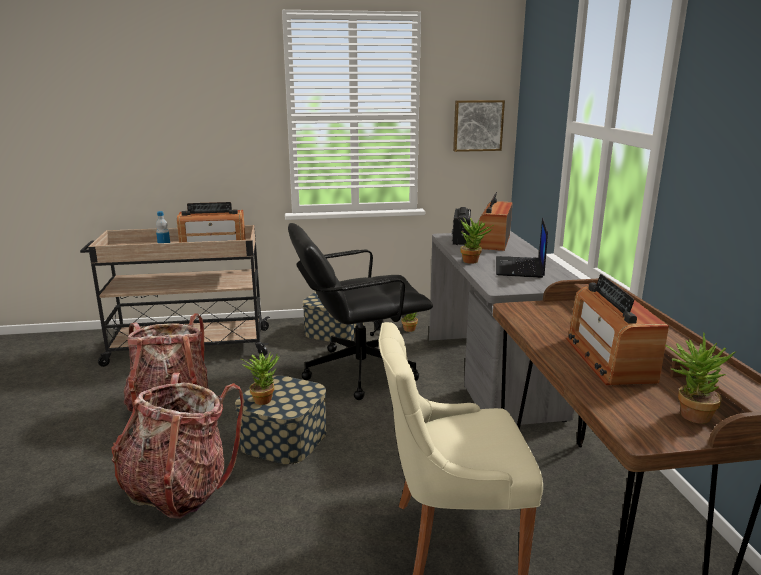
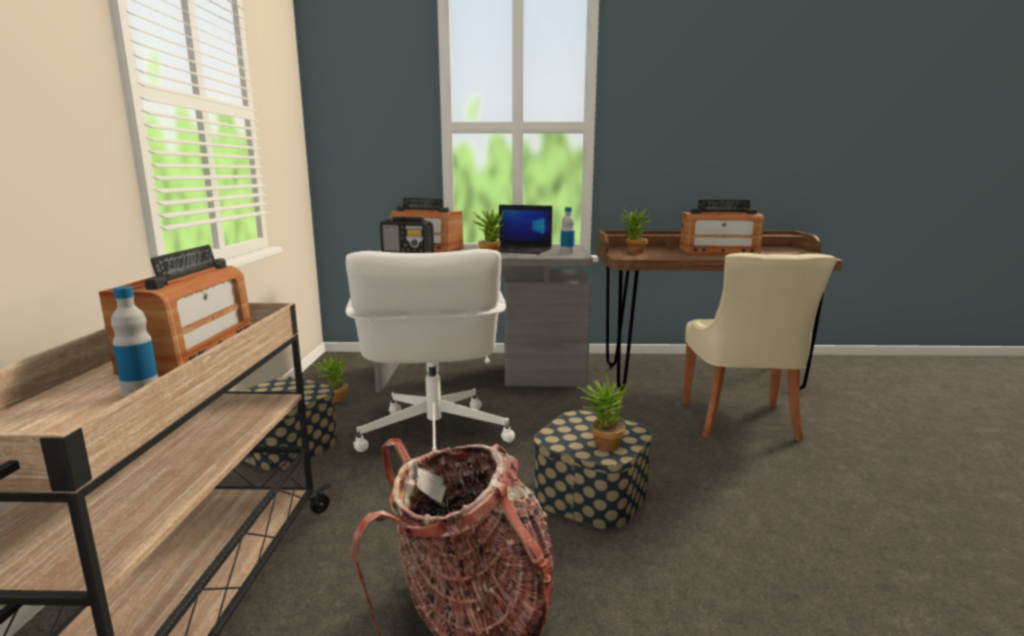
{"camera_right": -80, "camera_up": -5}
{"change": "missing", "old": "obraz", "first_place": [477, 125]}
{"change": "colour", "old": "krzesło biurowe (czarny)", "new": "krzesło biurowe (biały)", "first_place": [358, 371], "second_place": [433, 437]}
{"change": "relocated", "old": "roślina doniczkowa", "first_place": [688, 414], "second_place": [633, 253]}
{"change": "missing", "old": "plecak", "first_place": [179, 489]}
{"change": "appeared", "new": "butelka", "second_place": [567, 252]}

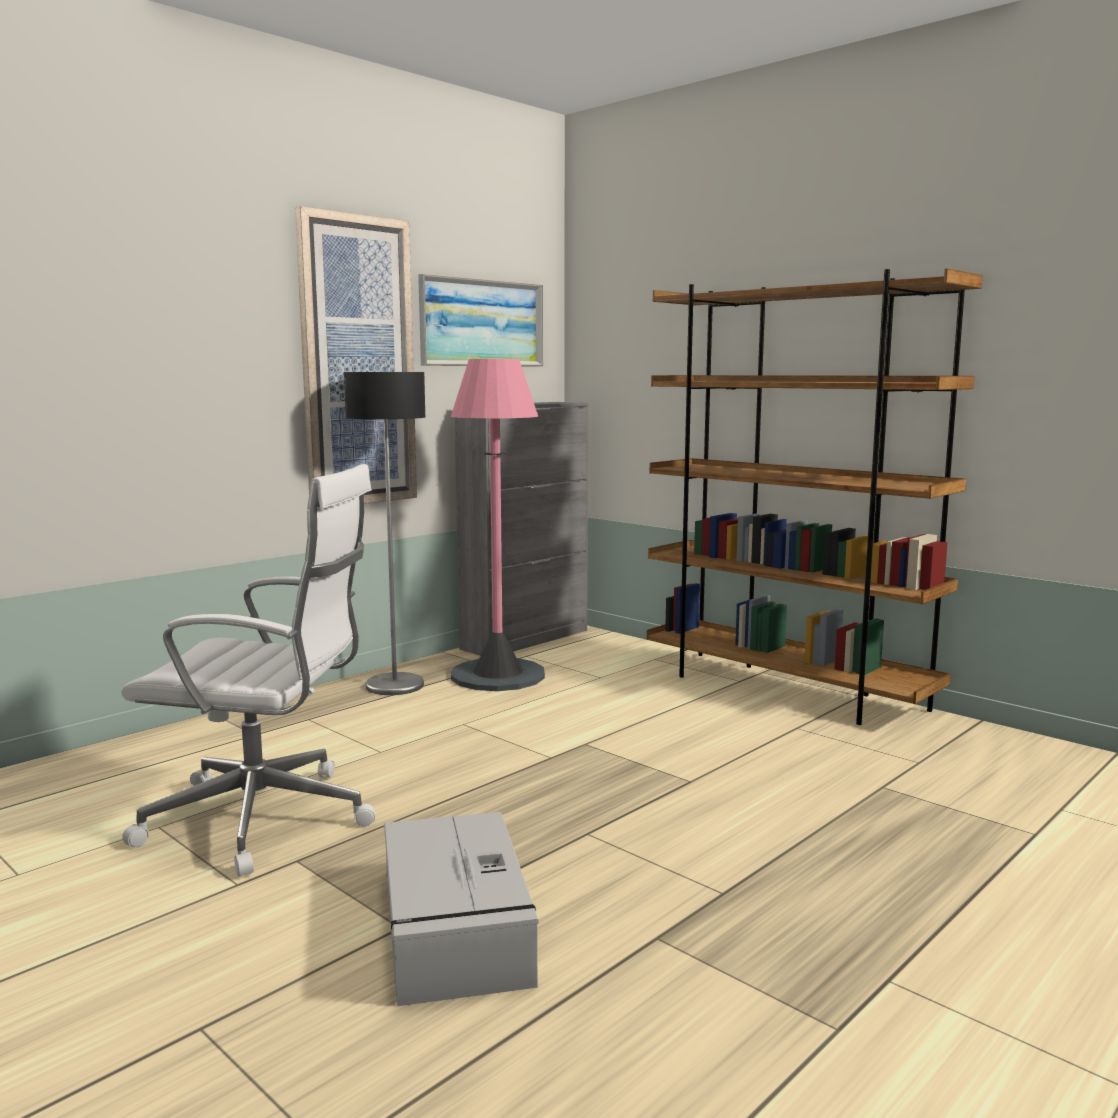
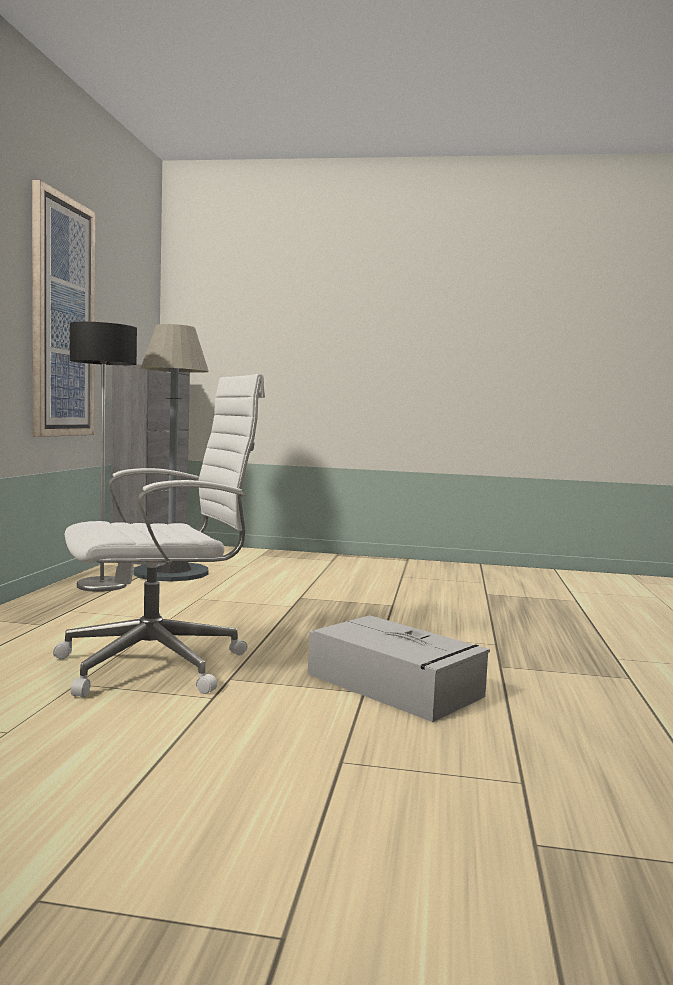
{"camera_right": -35, "camera_up": -5}
{"change": "missing", "old": "regał (brązowy)", "first_place": [786, 689]}
{"change": "missing", "old": "obraz", "first_place": [482, 323]}
{"change": "colour", "old": "lampa stojąca (różowy)", "new": "lampa stojąca (szary)", "first_place": [498, 675], "second_place": [171, 572]}

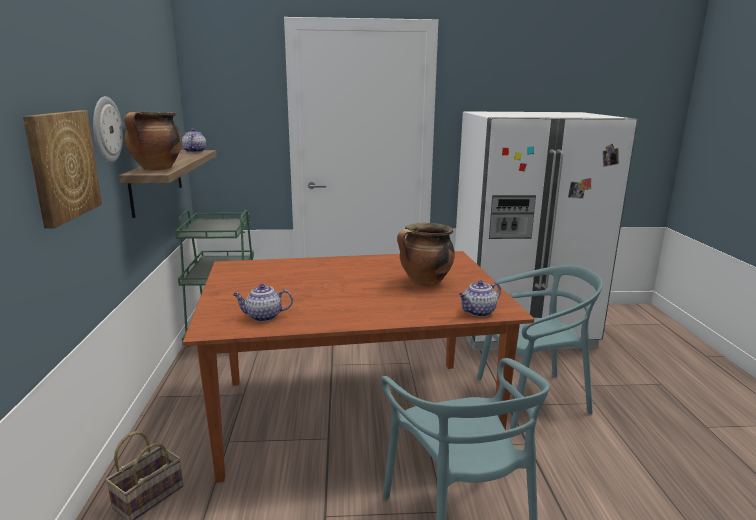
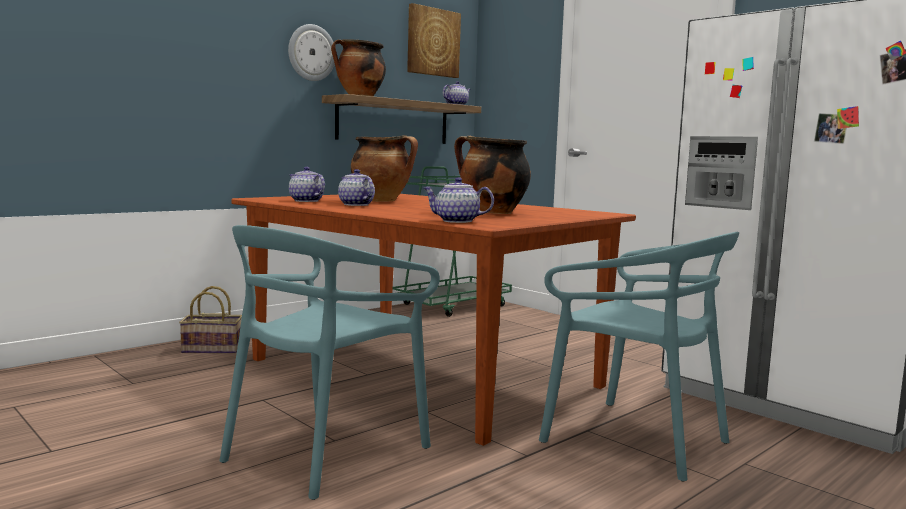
{"camera_right": 50, "camera_up": -10}
{"change": "relocated", "old": "obraz", "first_place": [62, 165], "second_place": [432, 42]}
{"change": "appeared", "new": "garnek", "second_place": [382, 201]}
{"change": "appeared", "new": "imbryk", "second_place": [355, 205]}

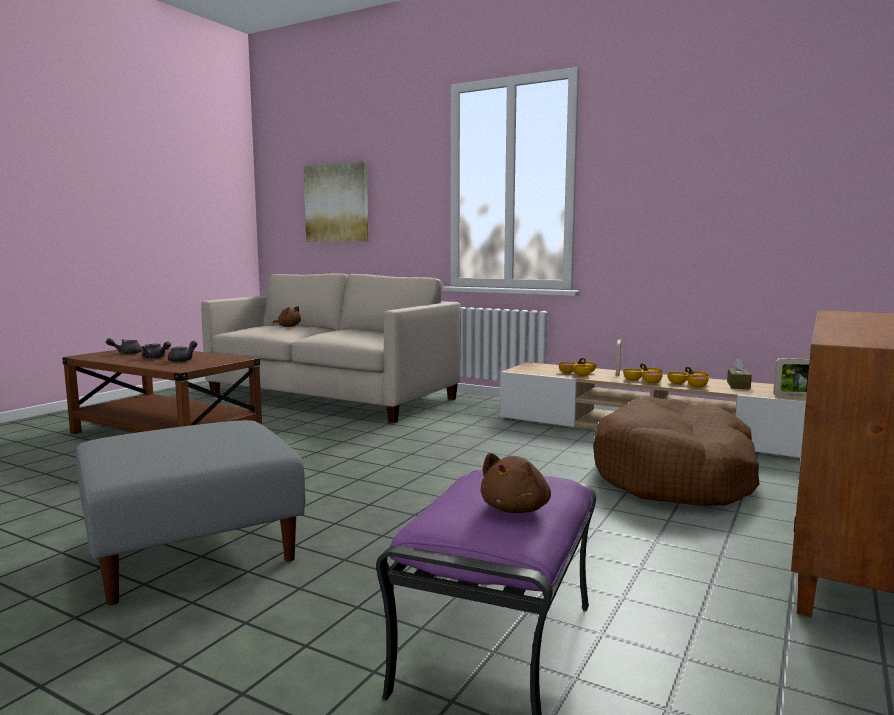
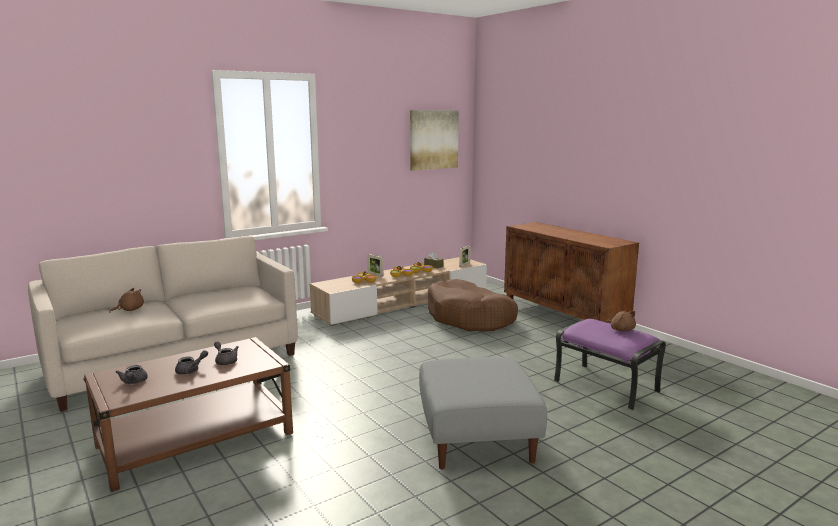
{"camera_right": -65, "camera_up": 5}
{"change": "relocated", "old": "obraz", "first_place": [337, 203], "second_place": [433, 139]}

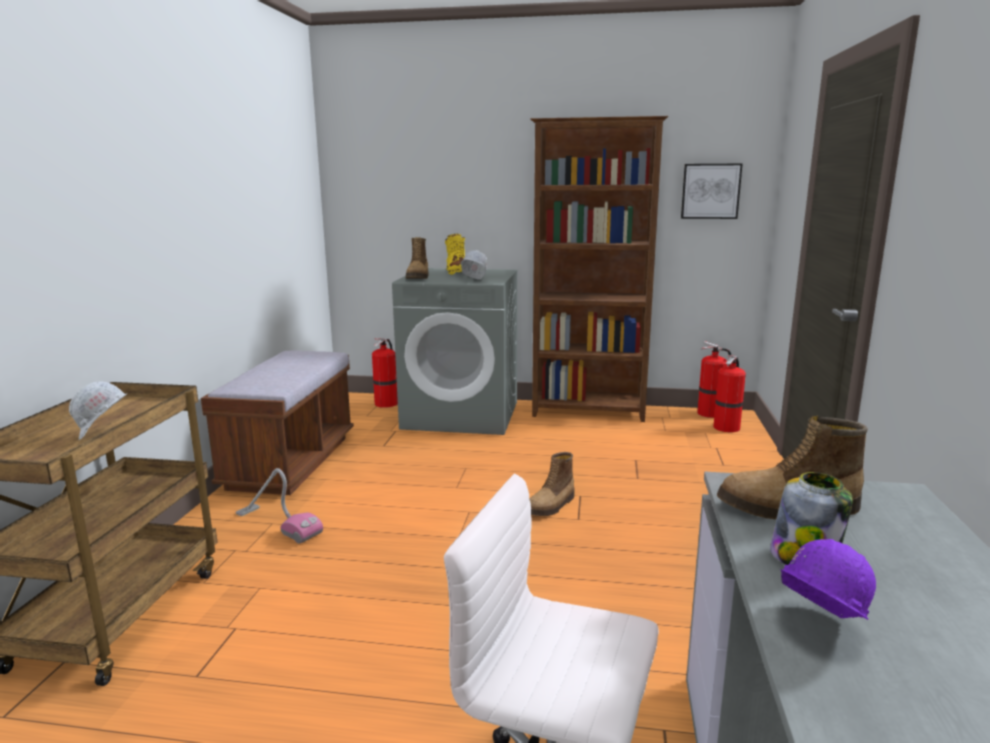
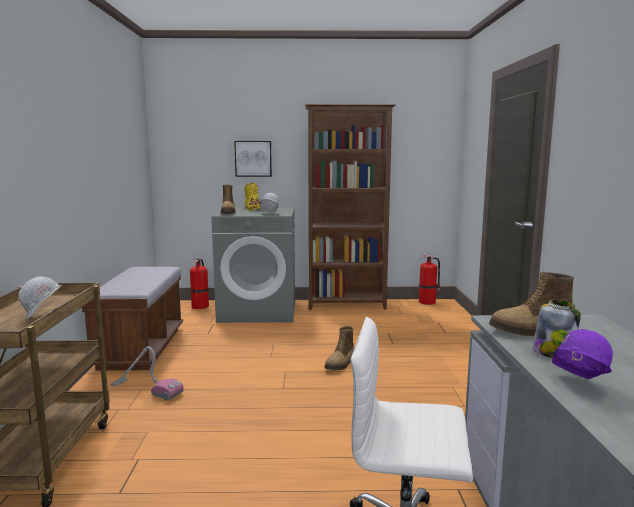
{"camera_right": -10, "camera_up": -5}
{"change": "relocated", "old": "obraz", "first_place": [710, 191], "second_place": [253, 158]}
{"change": "missing", "old": "gaśnica", "first_place": [727, 427]}

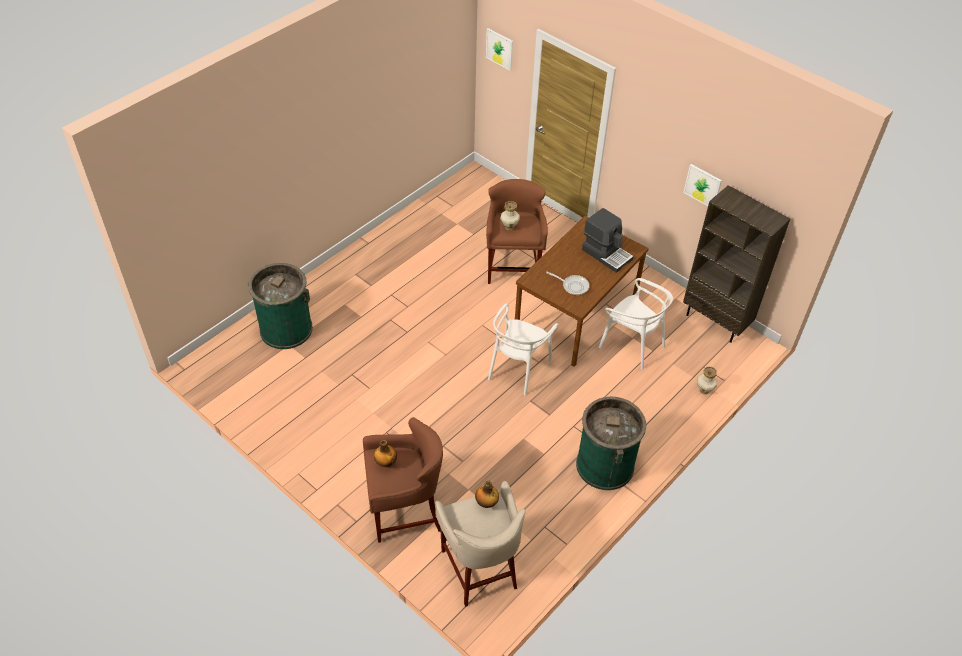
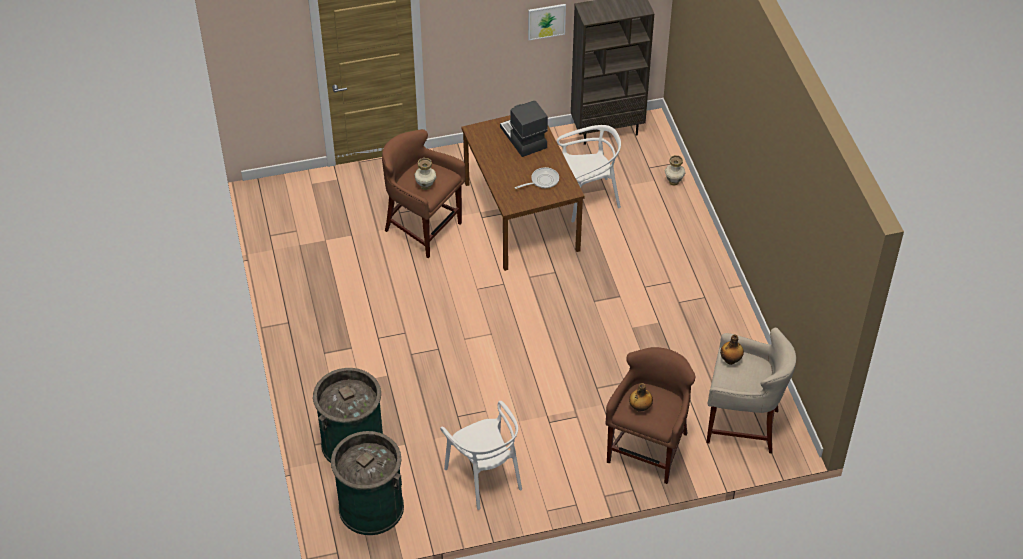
{"camera_right": -55, "camera_up": 0}
{"change": "missing", "old": "obraz", "first_place": [499, 49]}
{"change": "spun", "old": "ekspres do kawy", "first_place": [607, 254], "second_place": [523, 138], "degrees": -105}
{"change": "relocated", "old": "krzesło (biały)", "first_place": [518, 369], "second_place": [484, 476]}
{"change": "relocated", "old": "kosz na śmieci (zielony)", "first_place": [605, 465], "second_place": [371, 507]}

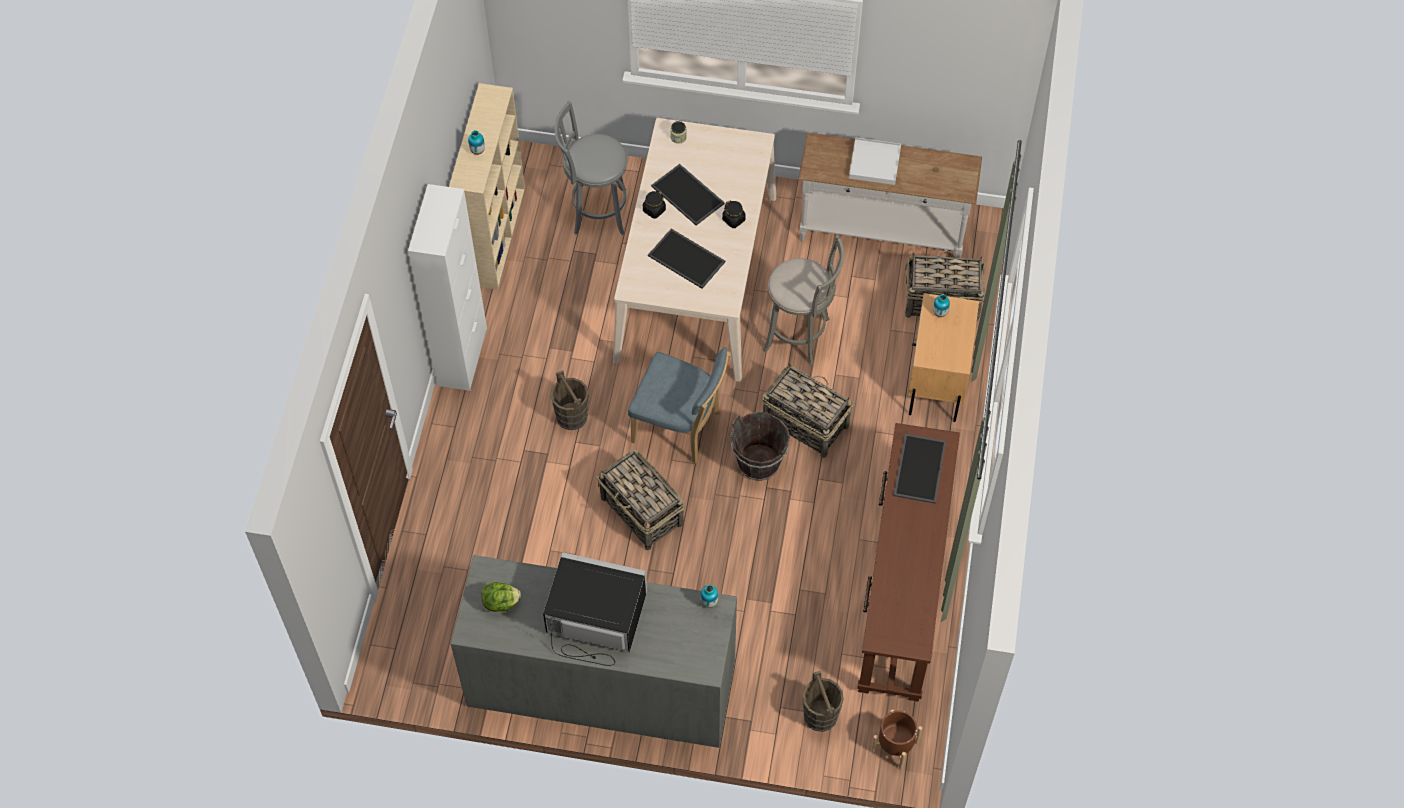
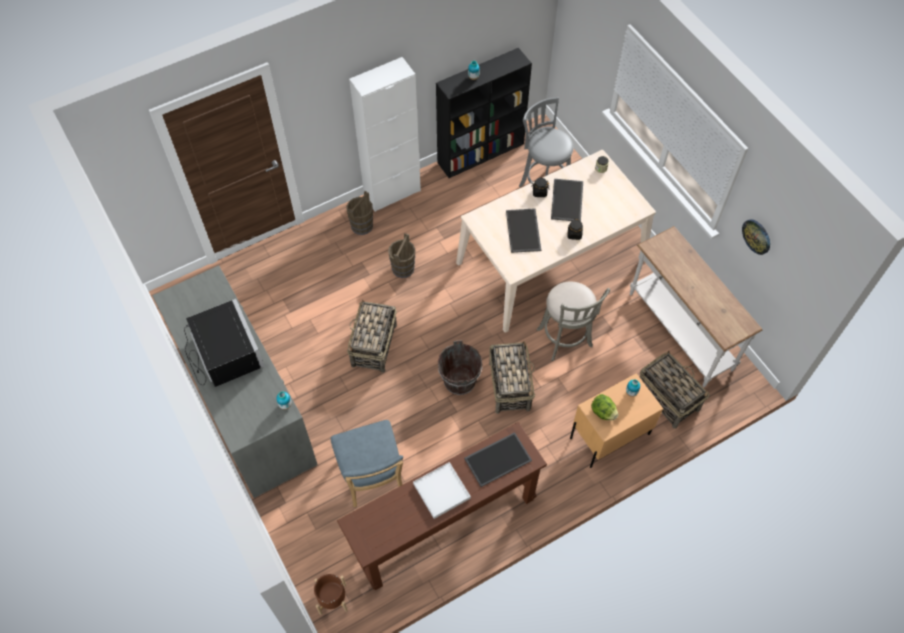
{"camera_right": 50, "camera_up": 0}
{"change": "colour", "old": "regał (beżowy)", "new": "regał (czarny)", "first_place": [495, 234], "second_place": [481, 152]}
{"change": "relocated", "old": "taca (biały)", "first_place": [875, 163], "second_place": [442, 491]}
{"change": "relocated", "old": "krzesło (niebieski)", "first_place": [680, 428], "second_place": [372, 478]}
{"change": "relocated", "old": "sałata", "first_place": [501, 603], "second_place": [603, 412]}
{"change": "relocated", "old": "wiadro (brązowy)", "first_place": [820, 715], "second_place": [361, 226]}
{"change": "appeared", "new": "zegar ścienny", "second_place": [757, 236]}

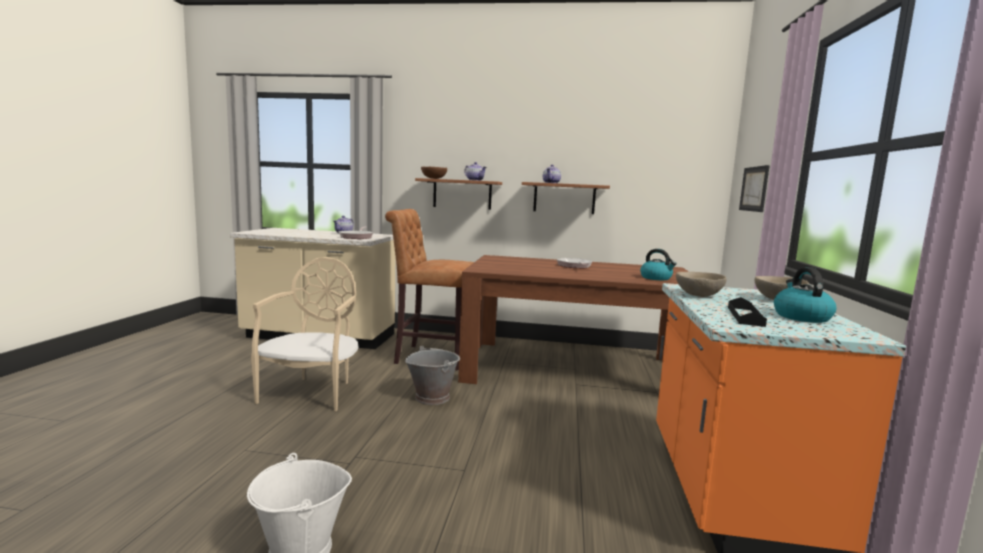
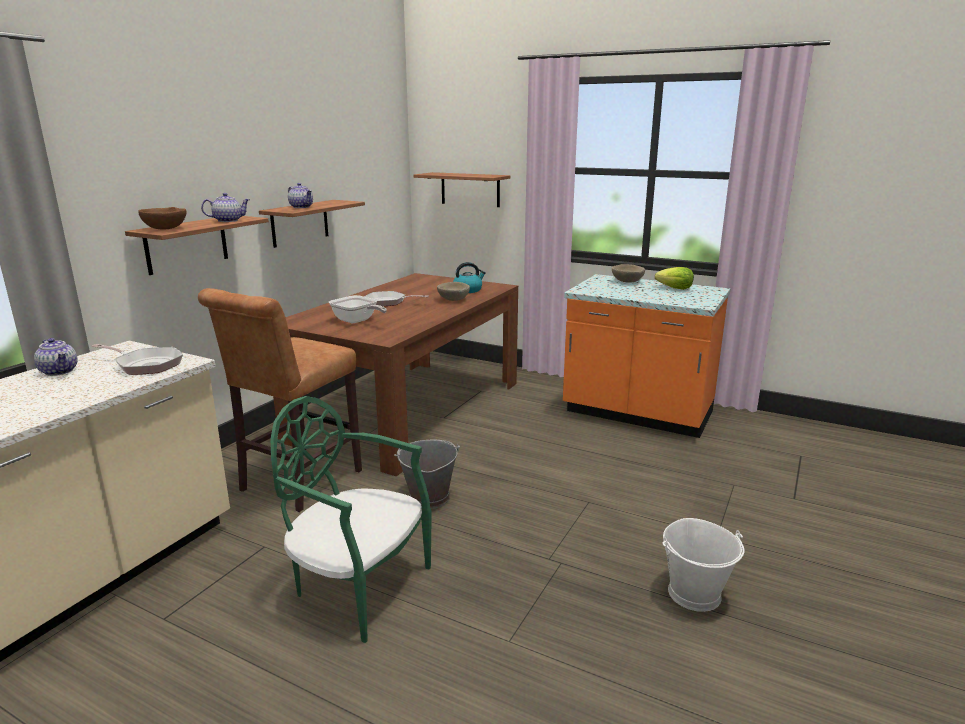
{"camera_right": -70, "camera_up": 10}
{"change": "exchanged", "old": "obraz", "new": "półka", "first_place": [754, 189], "second_place": [470, 189]}
{"change": "colour", "old": "krzesło (beżowy)", "new": "krzesło (zielony)", "first_place": [312, 392], "second_place": [358, 587]}
{"change": "exchanged", "old": "czajnik", "new": "sałata", "first_place": [801, 317], "second_place": [675, 288]}
{"change": "relocated", "old": "miska (beżowy)", "first_place": [698, 295], "second_place": [453, 300]}
{"change": "missing", "old": "taca (czarny)", "first_place": [745, 316]}
{"change": "appeared", "new": "patelnia", "second_place": [357, 321]}

